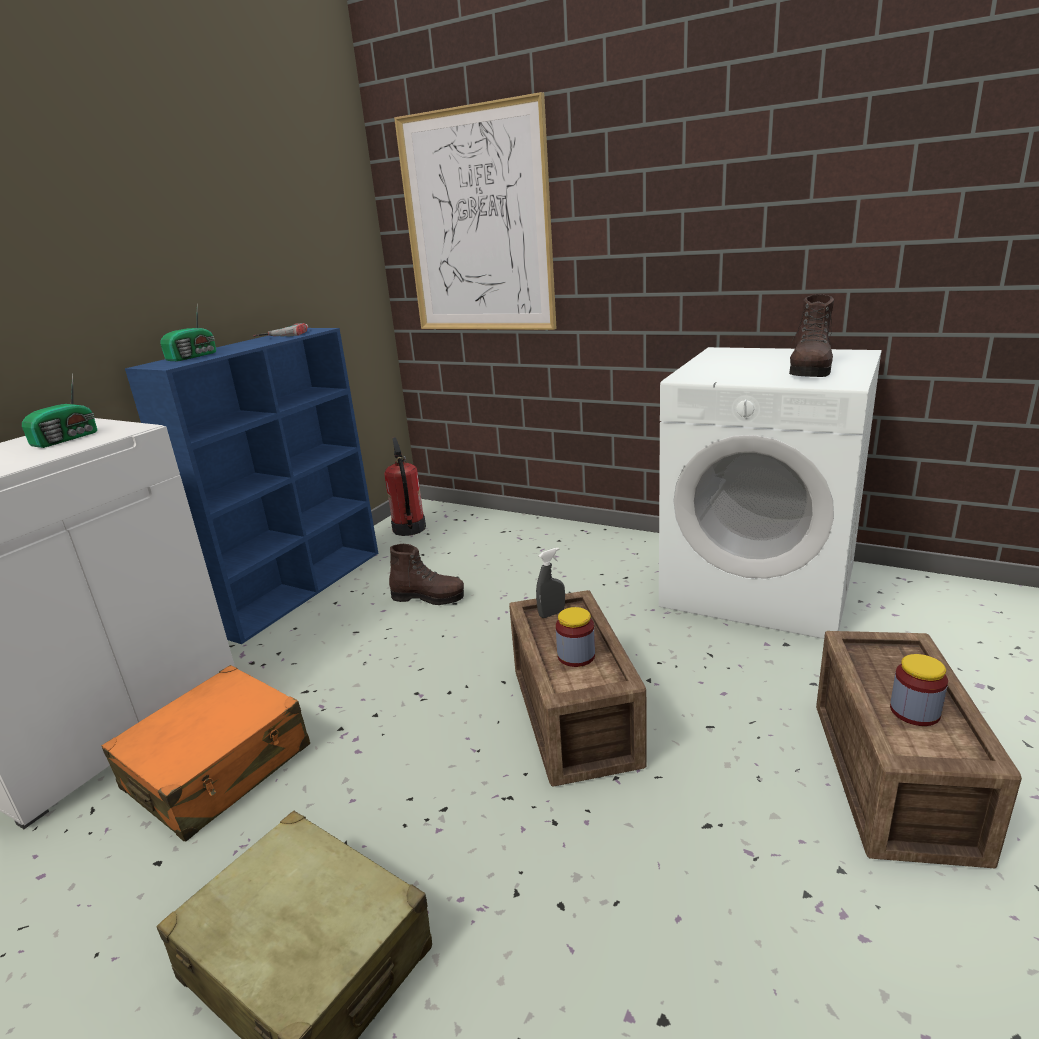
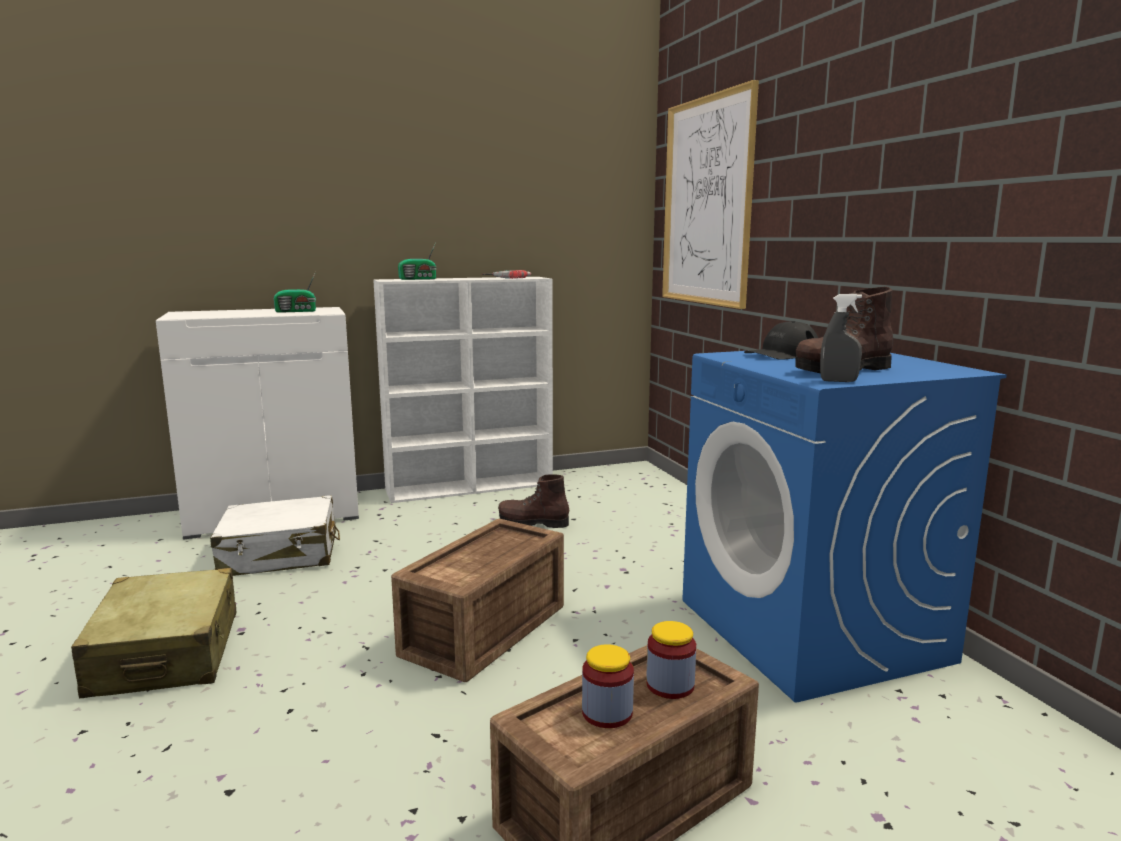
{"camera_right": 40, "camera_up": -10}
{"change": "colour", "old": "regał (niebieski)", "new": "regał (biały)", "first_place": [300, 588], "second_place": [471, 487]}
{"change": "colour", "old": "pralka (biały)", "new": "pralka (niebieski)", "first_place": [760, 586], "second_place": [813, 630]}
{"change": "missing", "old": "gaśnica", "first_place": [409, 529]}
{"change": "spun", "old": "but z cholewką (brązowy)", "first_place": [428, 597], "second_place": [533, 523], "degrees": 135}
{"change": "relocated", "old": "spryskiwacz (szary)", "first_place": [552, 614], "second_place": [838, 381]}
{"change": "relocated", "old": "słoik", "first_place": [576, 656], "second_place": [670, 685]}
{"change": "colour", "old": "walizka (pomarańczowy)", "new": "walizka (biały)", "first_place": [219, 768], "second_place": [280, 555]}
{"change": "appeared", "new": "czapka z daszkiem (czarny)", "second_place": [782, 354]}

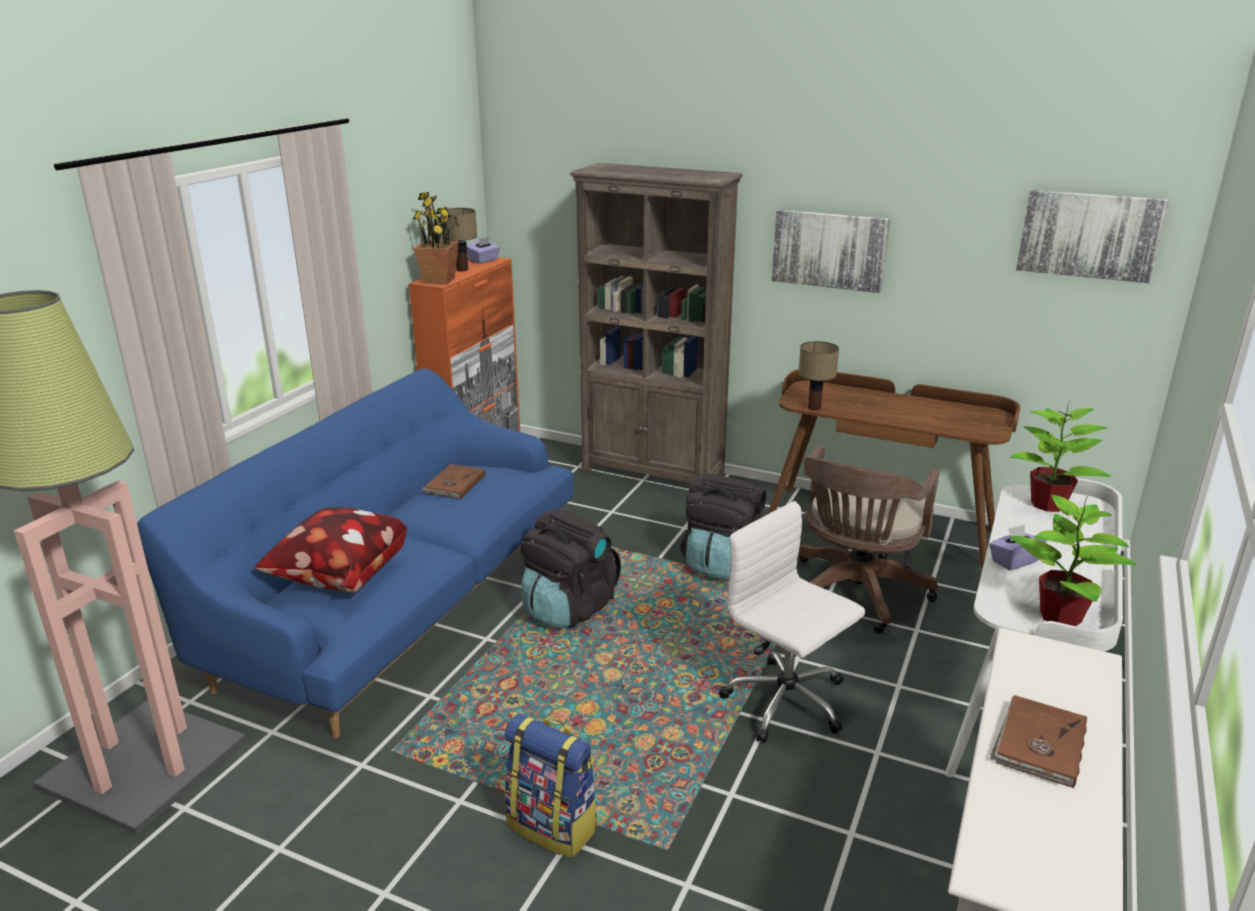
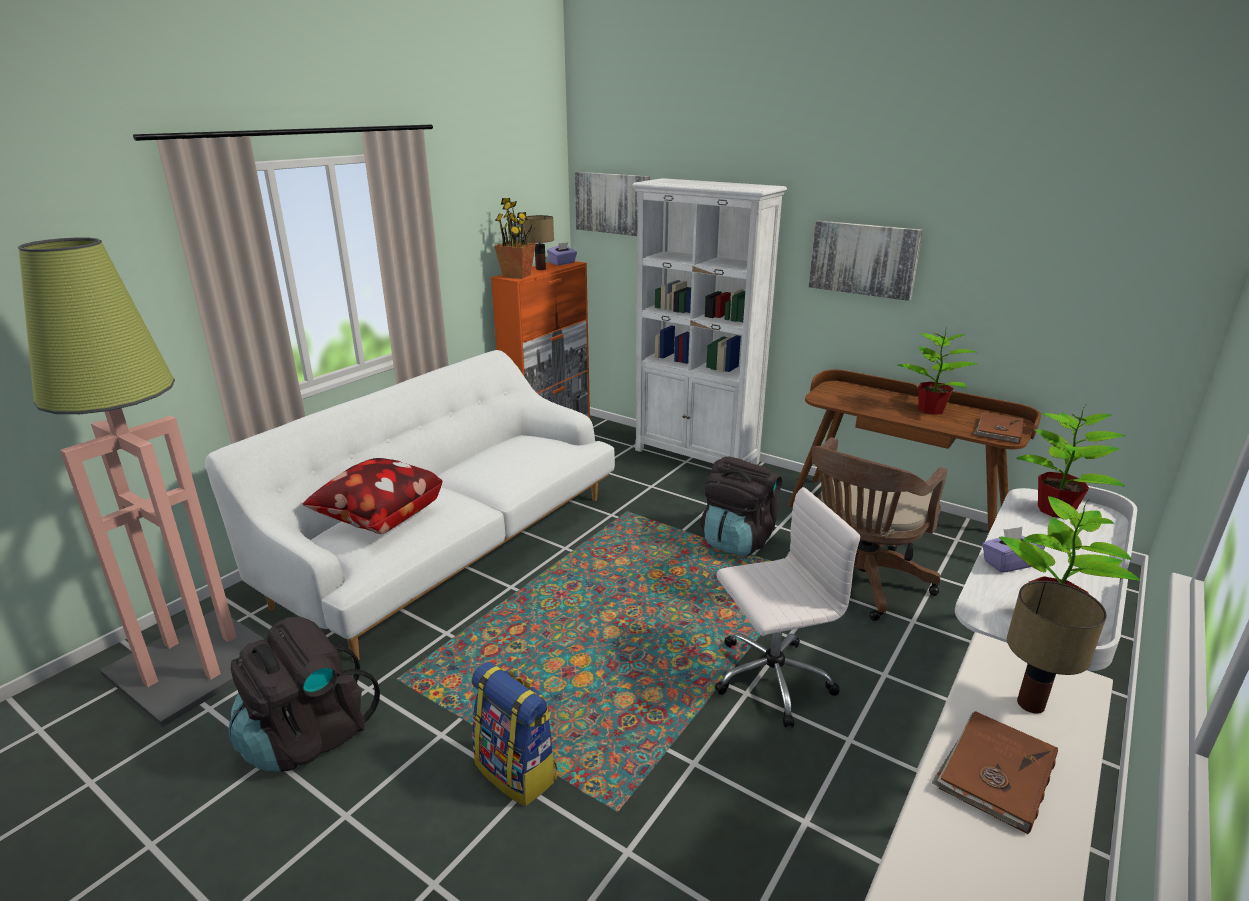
{"camera_right": 10, "camera_up": 0}
{"change": "colour", "old": "regał (brązowy)", "new": "regał (biały)", "first_place": [653, 473], "second_place": [696, 456]}
{"change": "relocated", "old": "obraz", "first_place": [1089, 235], "second_place": [613, 203]}
{"change": "relocated", "old": "lampa stołowa", "first_place": [813, 408], "second_place": [1030, 705]}
{"change": "colour", "old": "kanapa (niebieski)", "new": "kanapa (biały)", "first_place": [399, 600], "second_place": [448, 545]}
{"change": "relocated", "old": "książka (brązowy)", "first_place": [454, 484], "second_place": [998, 430]}
{"change": "spun", "old": "krzesło biurowe (biały)", "first_place": [787, 703], "second_place": [770, 679], "degrees": 105}
{"change": "relocated", "old": "plecak (czarny)", "first_place": [568, 608], "second_place": [308, 736]}
{"change": "appeared", "new": "roślina doniczkowa", "second_place": [932, 410]}

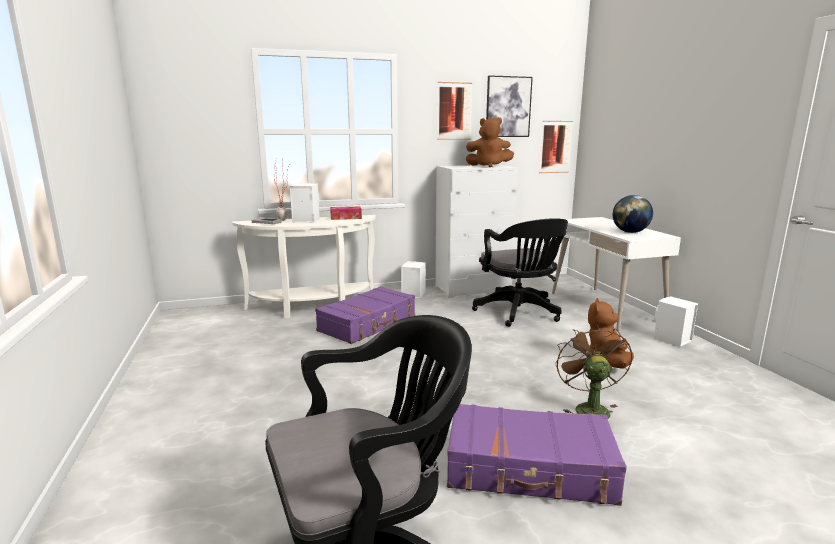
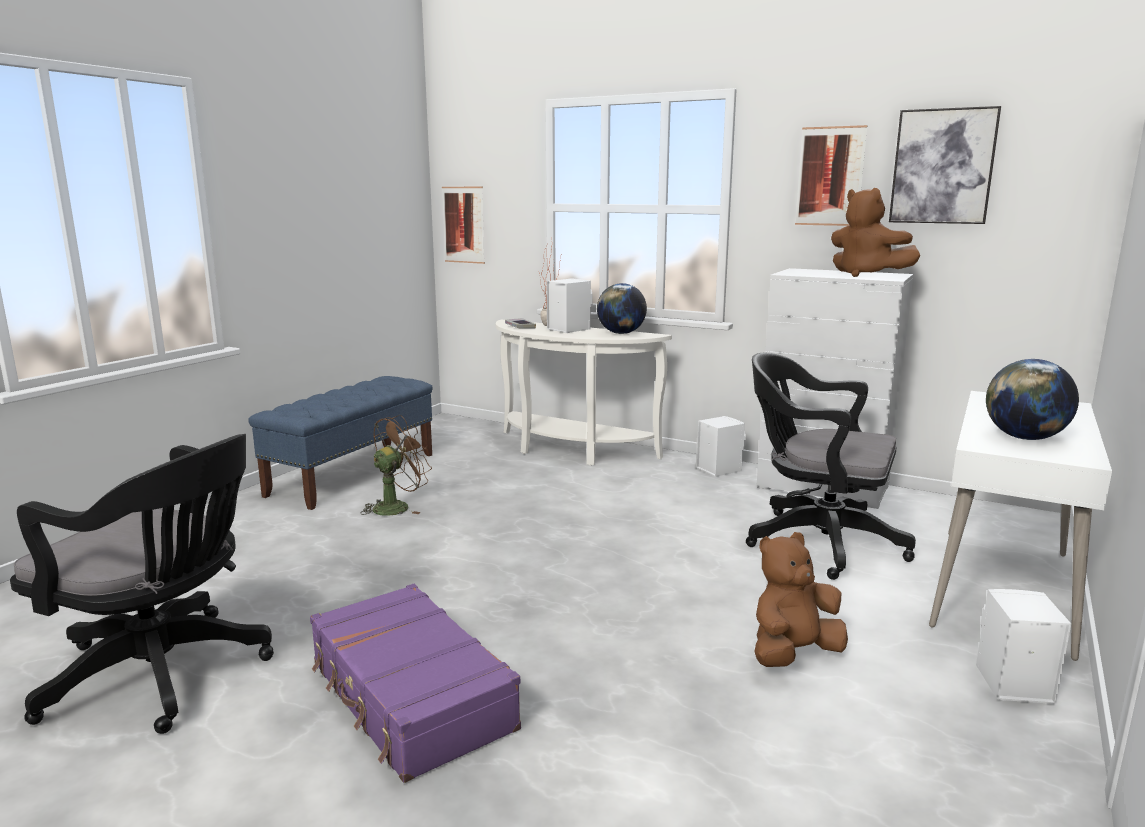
{"camera_right": 45, "camera_up": 0}
{"change": "relocated", "old": "obraz", "first_place": [555, 147], "second_place": [463, 225]}
{"change": "exchanged", "old": "pudełko chusteczek", "new": "globus", "first_place": [346, 218], "second_place": [621, 333]}
{"change": "spun", "old": "krzesło biurowe (czarny)", "first_place": [519, 313], "second_place": [816, 541], "degrees": 90}
{"change": "missing", "old": "walizka (fioletowy)", "first_place": [368, 324]}
{"change": "relocated", "old": "wentylator (brązowy)", "first_place": [588, 408], "second_place": [397, 506]}
{"change": "appeared", "new": "ławka (niebieski)", "second_place": [353, 474]}

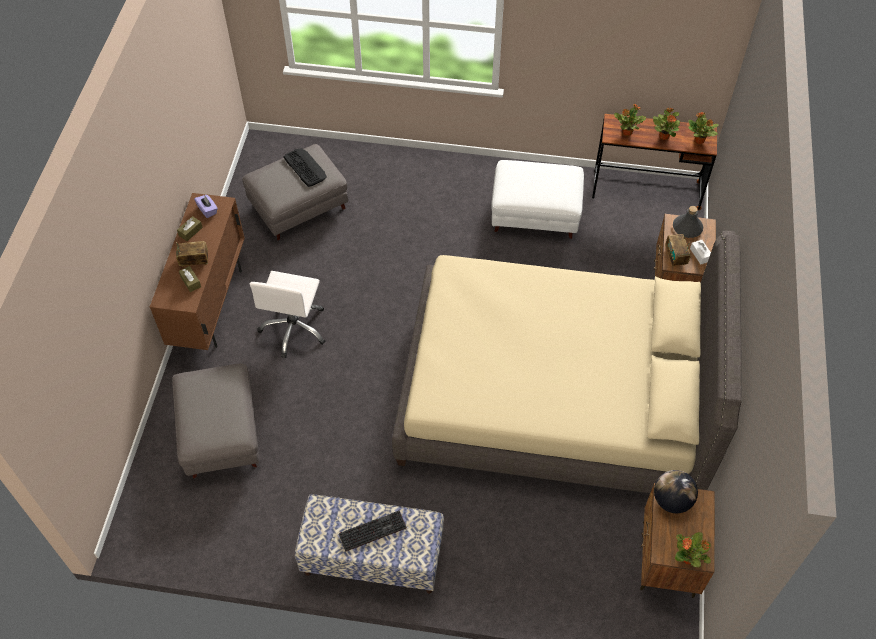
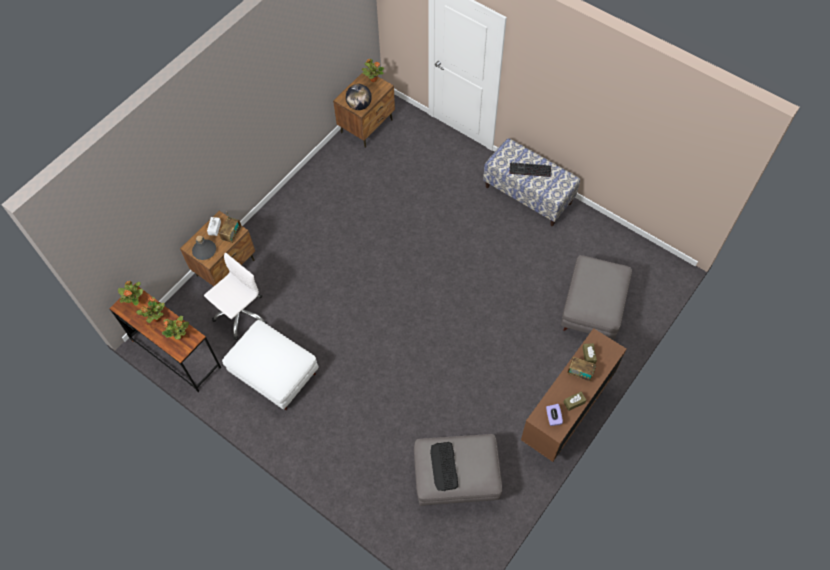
{"camera_right": -150, "camera_up": 5}
{"change": "missing", "old": "łóżko (beżowy)", "first_place": [554, 396]}
{"change": "relocated", "old": "krzesło biurowe (biały)", "first_place": [294, 328], "second_place": [241, 314]}

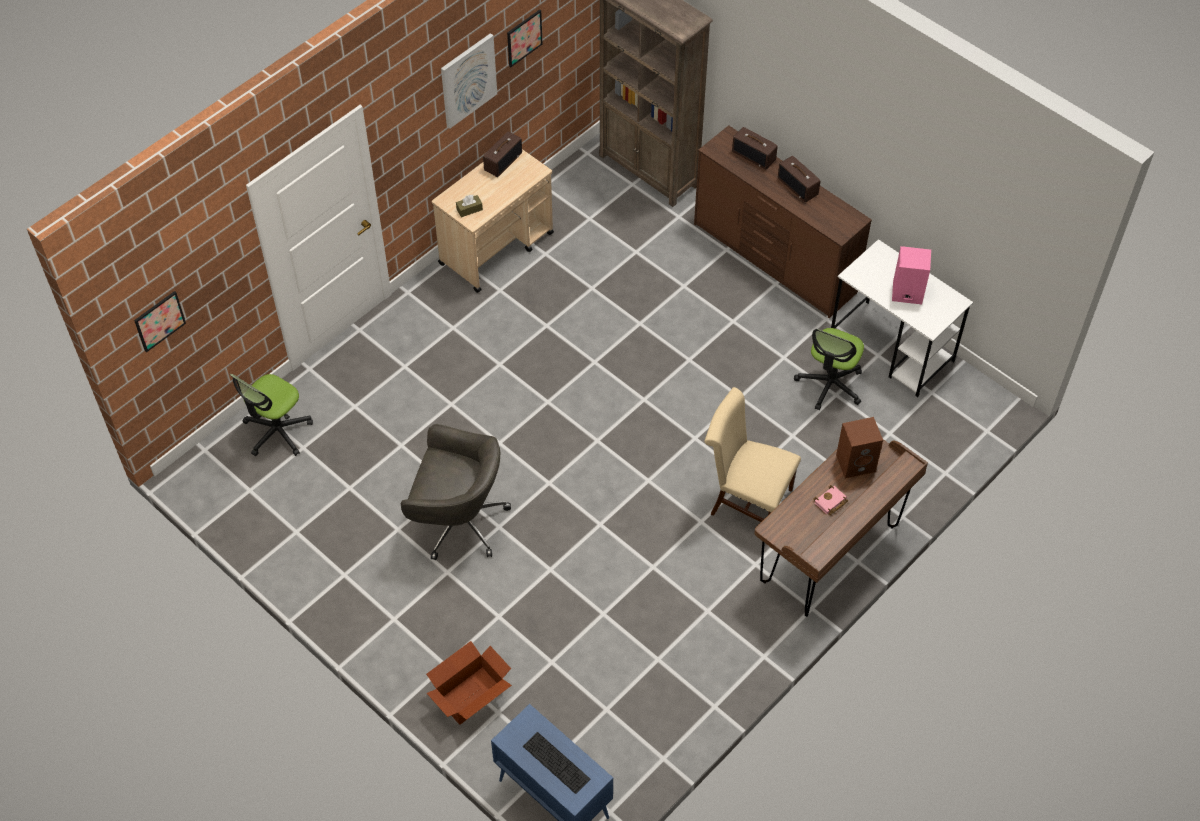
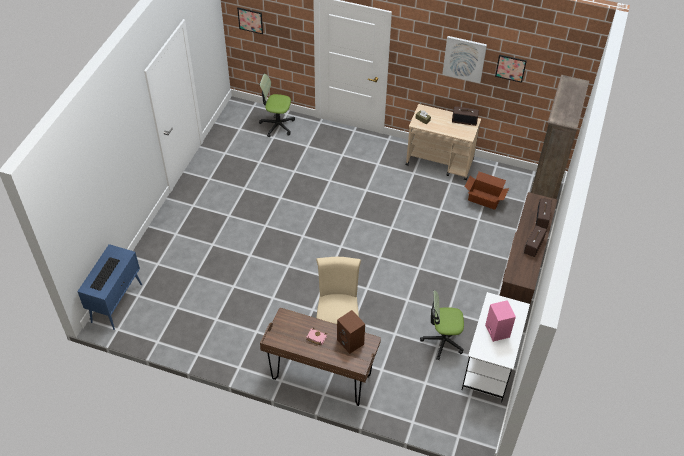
{"camera_right": 65, "camera_up": -5}
{"change": "missing", "old": "krzesło biurowe (szary)", "first_place": [458, 521]}
{"change": "relocated", "old": "karton", "first_place": [470, 695], "second_place": [484, 198]}

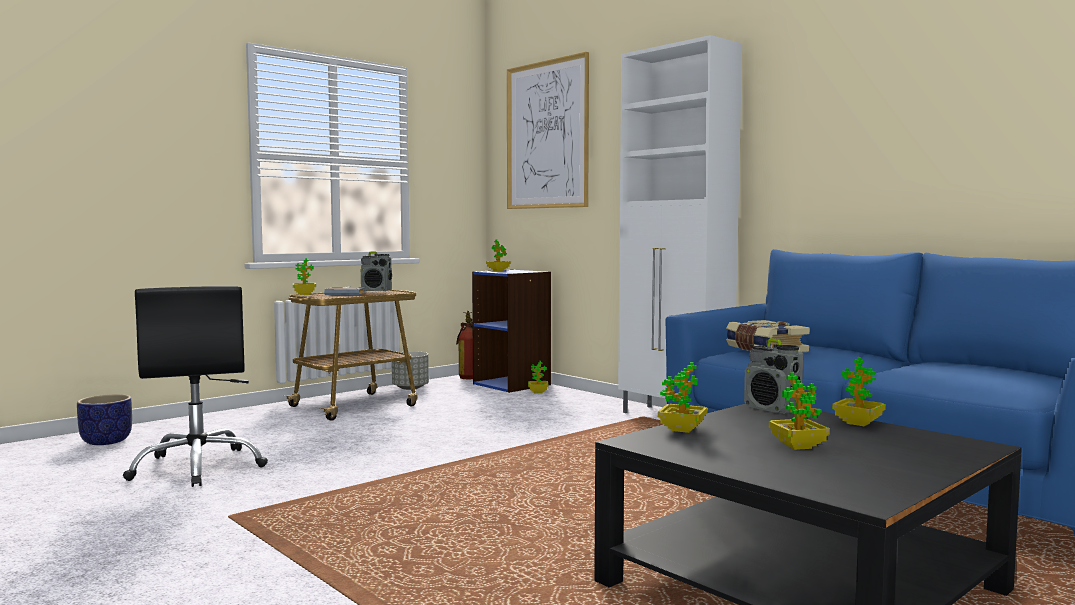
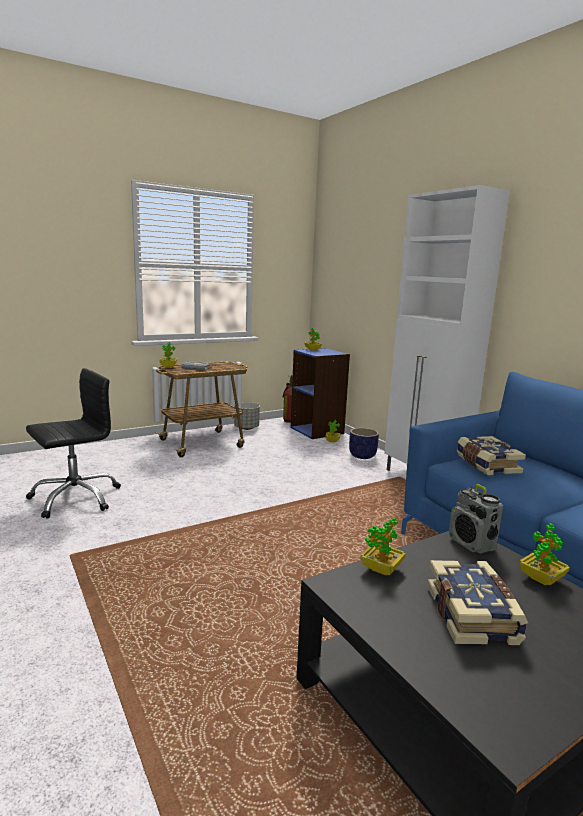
{"camera_right": 10, "camera_up": 10}
{"change": "missing", "old": "obraz", "first_place": [547, 135]}
{"change": "missing", "old": "radio", "first_place": [376, 290]}
{"change": "spun", "old": "krzesło biurowe (czarny)", "first_place": [198, 467], "second_place": [75, 498], "degrees": -120}
{"change": "exchanged", "old": "roślina doniczkowa", "new": "książka", "first_place": [798, 446], "second_place": [473, 615]}
{"change": "relocated", "old": "donica", "first_place": [107, 441], "second_place": [362, 456]}

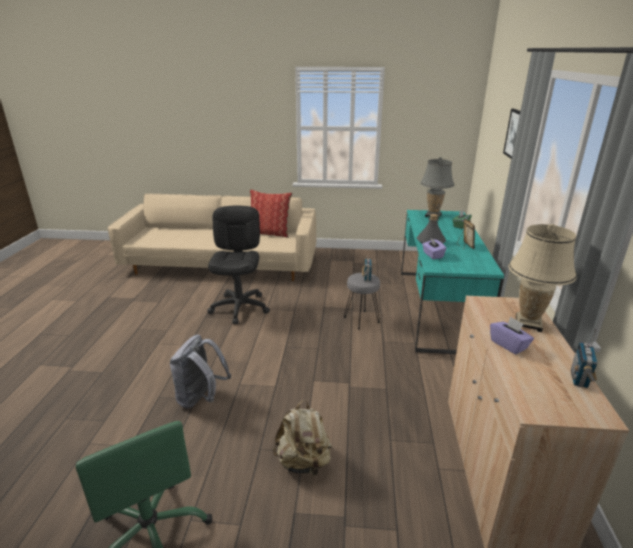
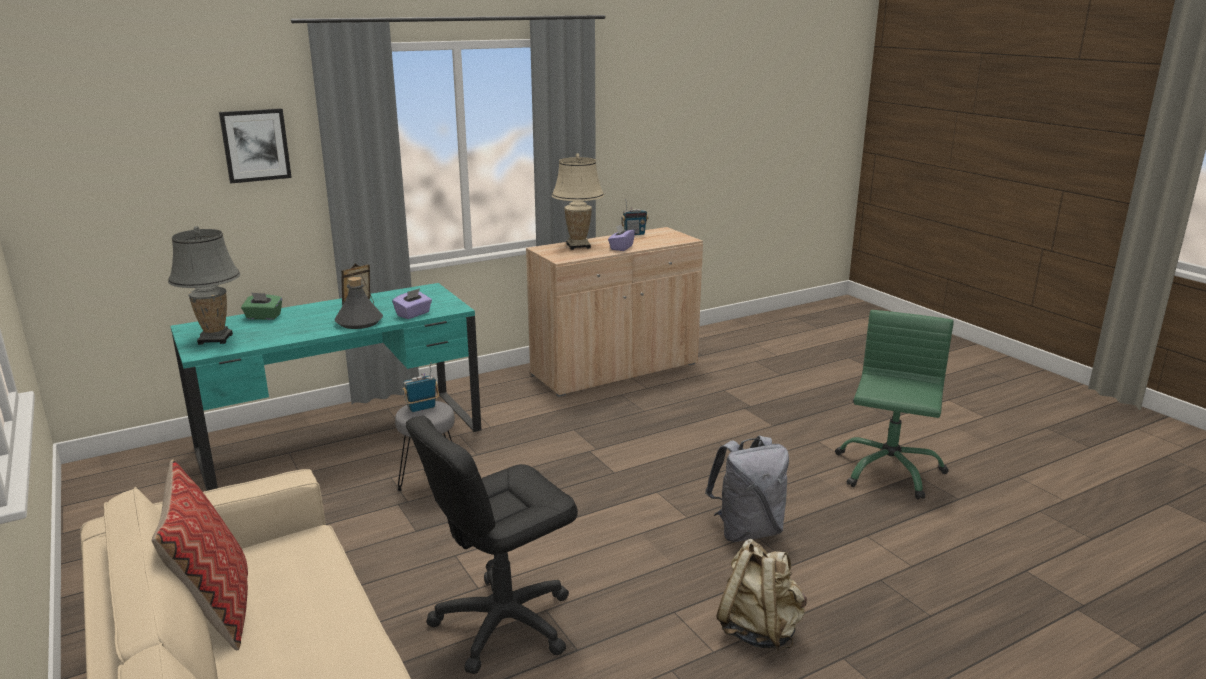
{"camera_right": -125, "camera_up": -5}
{"change": "relocated", "old": "plecak (beżowy)", "first_place": [303, 462], "second_place": [759, 630]}

